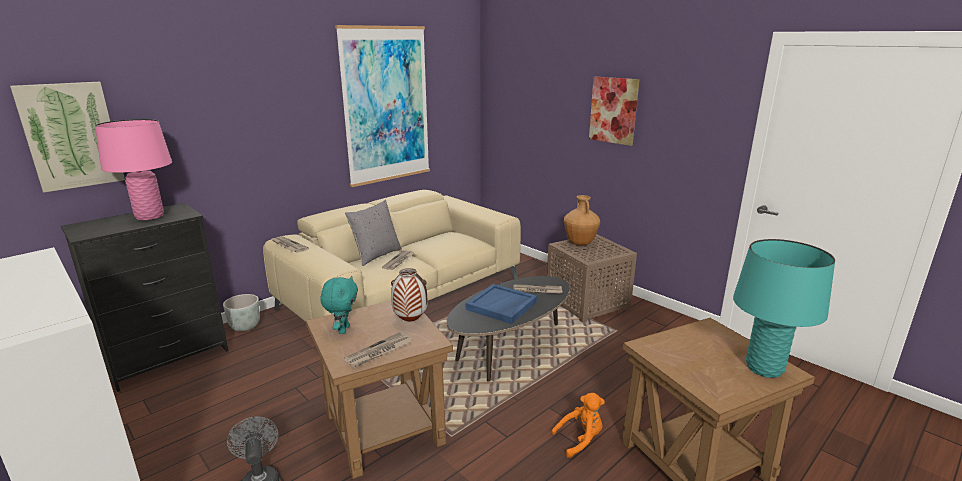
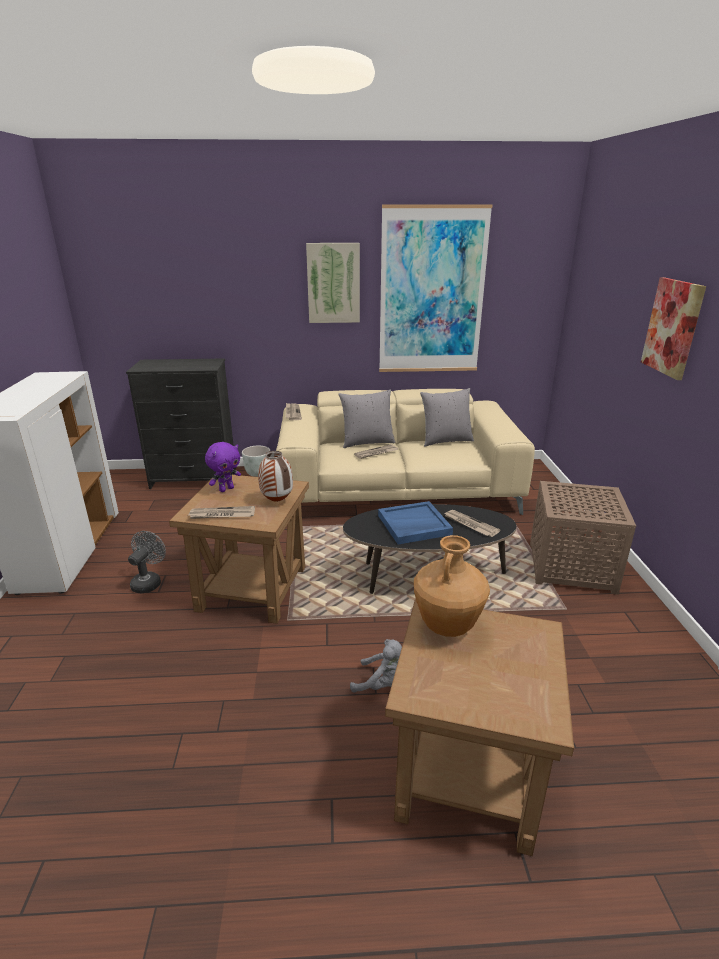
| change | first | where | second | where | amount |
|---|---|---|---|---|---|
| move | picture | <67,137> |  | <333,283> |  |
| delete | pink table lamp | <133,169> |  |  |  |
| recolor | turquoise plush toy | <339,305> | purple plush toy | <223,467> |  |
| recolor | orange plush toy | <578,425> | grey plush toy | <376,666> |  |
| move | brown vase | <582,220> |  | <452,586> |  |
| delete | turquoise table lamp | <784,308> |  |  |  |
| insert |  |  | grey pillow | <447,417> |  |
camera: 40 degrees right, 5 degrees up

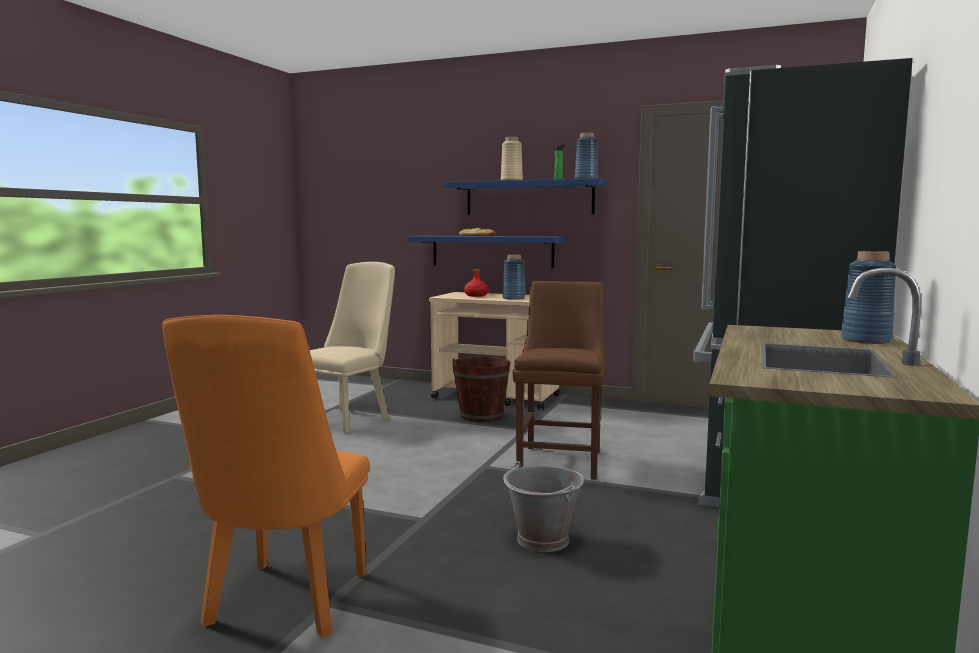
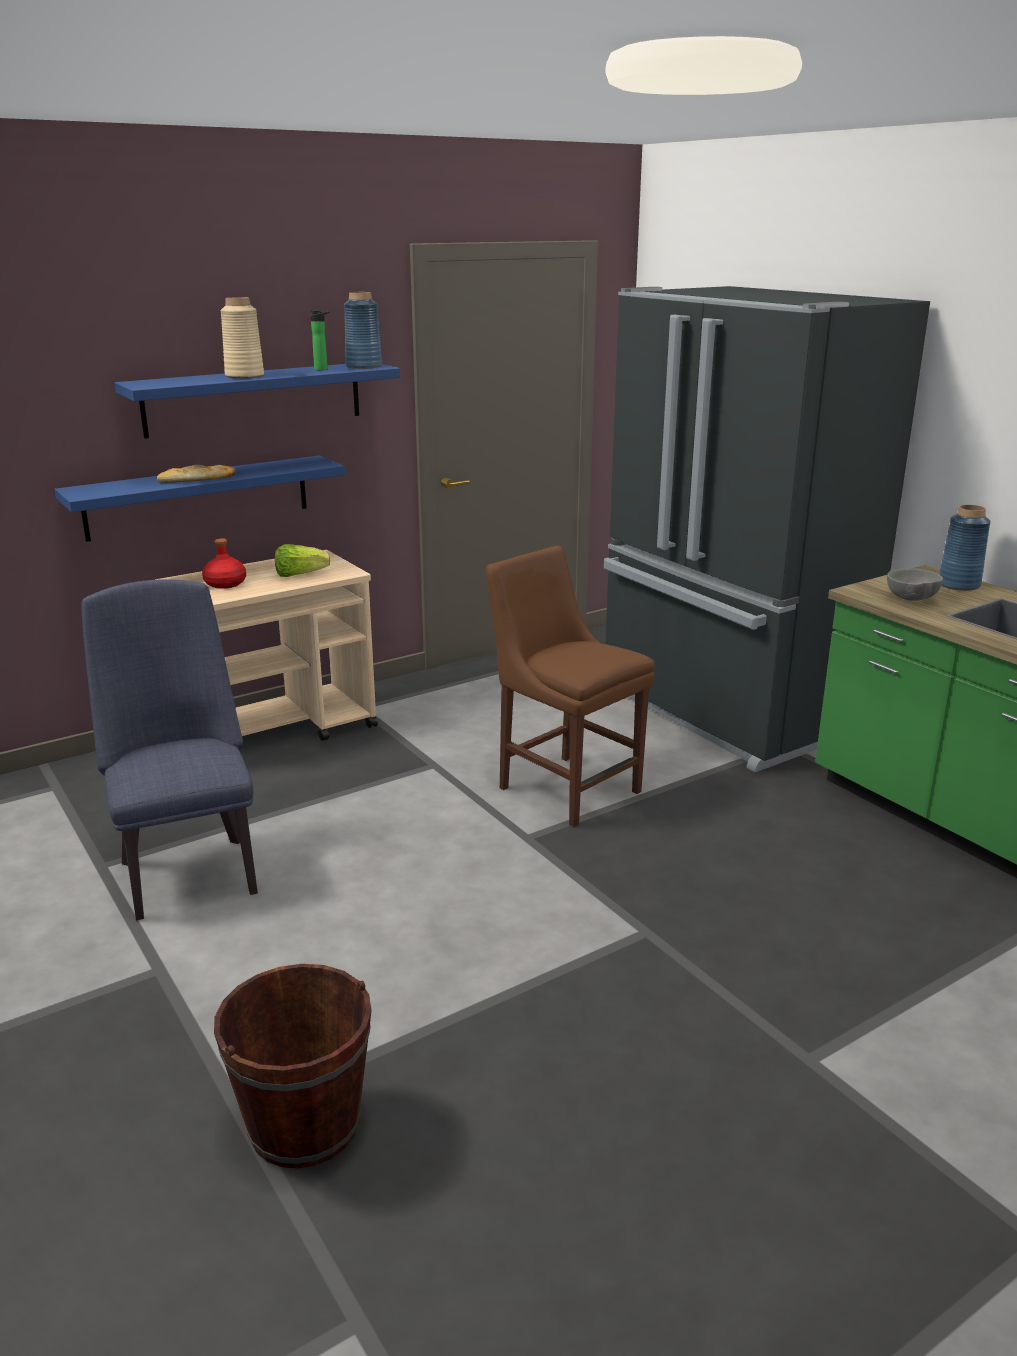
| change | first | where | second | where | amount |
|---|---|---|---|---|---|
| delete | orange chair | <265,476> |  |  |  |
| recolor | beige chair | <352,347> | blue chair | <169,749> |  |
| move | brown bucket | <481,389> |  | <293,1066> |  |
| replace | blue vase | <514,277> | lettuce | <303,560> |  |
| delete | grey bucket | <543,506> |  |  |  |
| insert |  |  | grey bowl | <915,584> |  |
camera: 55 degrees left, 15 degrees up

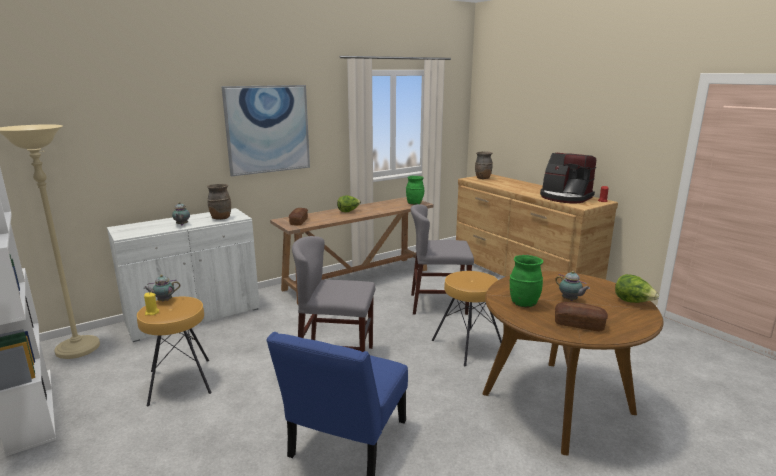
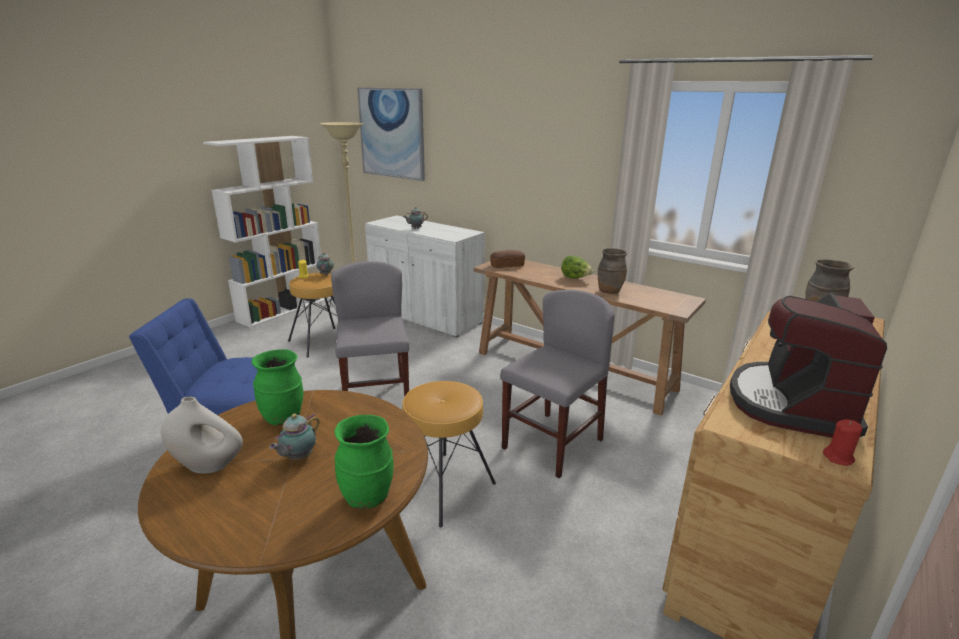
| change | first | where | second | where | amount |
|---|---|---|---|---|---|
| move | brown vase | <219,202> |  | <612,271> |  |
| move | picture | <265,130> |  | <391,134> |  |
| move | green vase | <415,190> |  | <363,462> |  |
| rotate | grey chair | <442,259> |  | <557,384> | 60 degrees clockwise |
| replace | bread | <581,316> | white vase | <202,435> |  |
| delete | lettuce | <637,288> |  |  |  |
camera: 70 degrees right, 5 degrees up

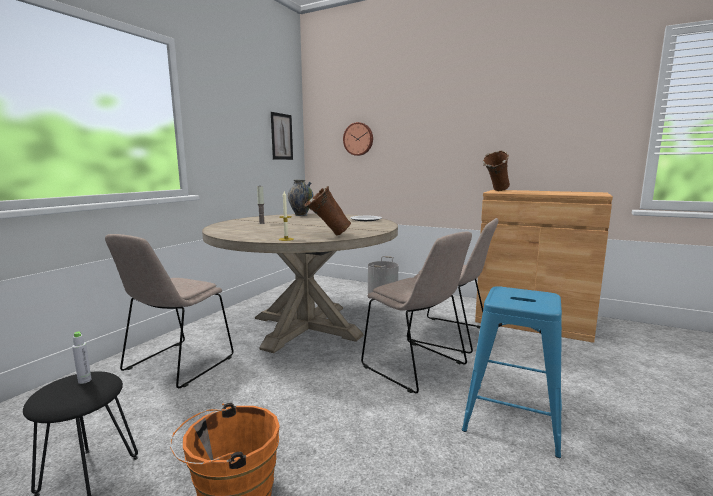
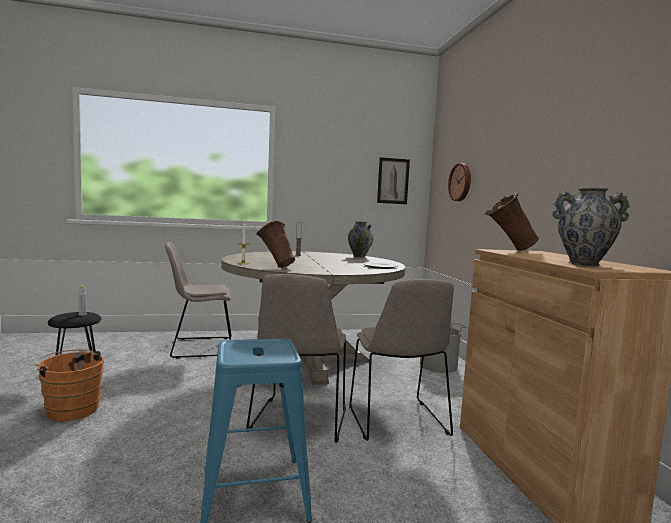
| change | first | where | second | where | amount |
|---|---|---|---|---|---|
| insert |  |  | vase | <591,226> |  |
camera: 50 degrees right, 5 degrees down

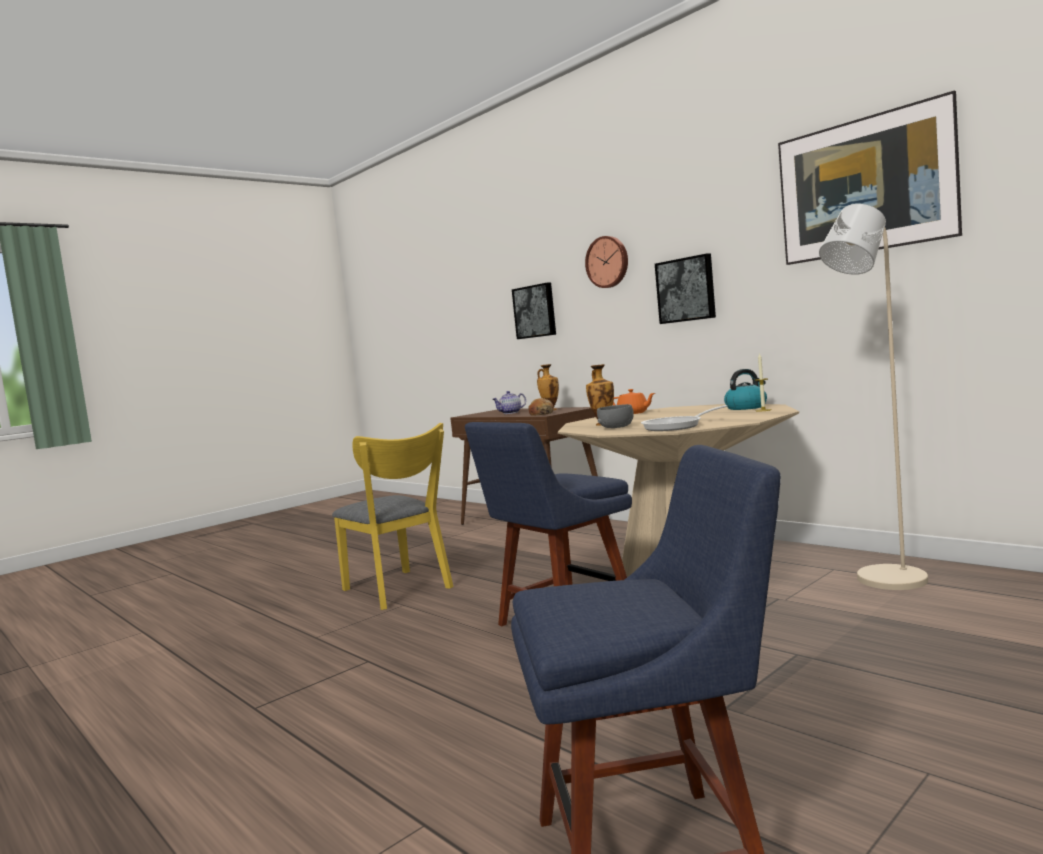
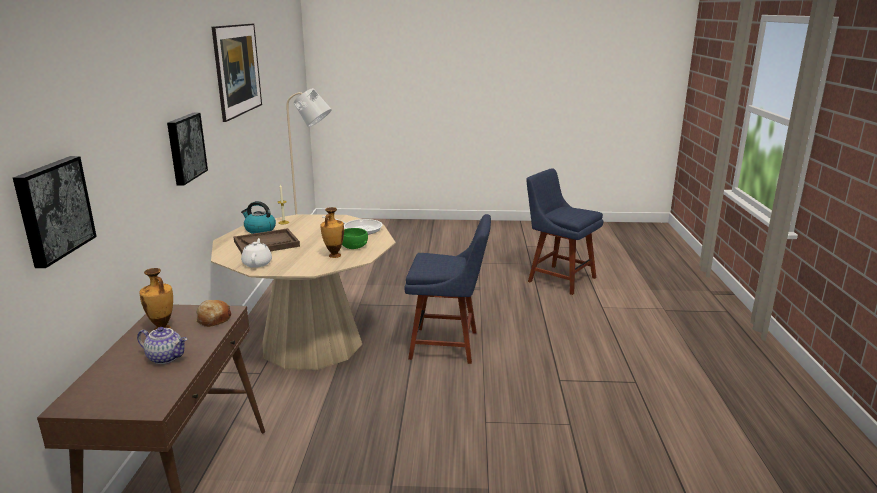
| change | first | where | second | where | amount |
|---|---|---|---|---|---|
| delete | yellow chair | <393,516> |  |  |  |
| delete | wall clock | <606,262> |  |  |  |
| recolor | grey bowl | <615,416> | green bowl | <355,238> |  |
| recolor | orange teapot | <634,401> | white teapot | <256,253> |  |
| insert |  |  | brown tray | <267,241> |  |
camera: 135 degrees left, 15 degrees up

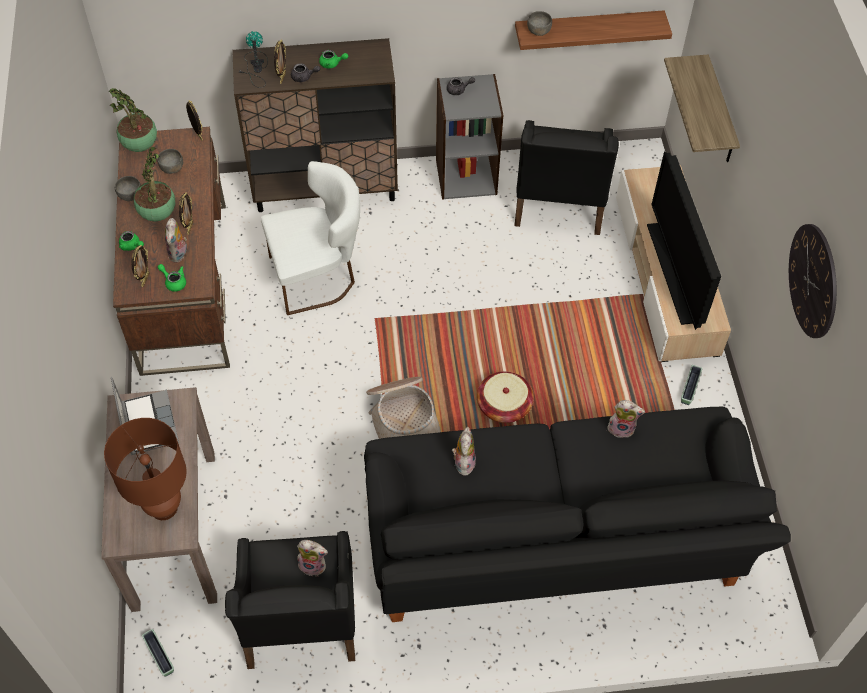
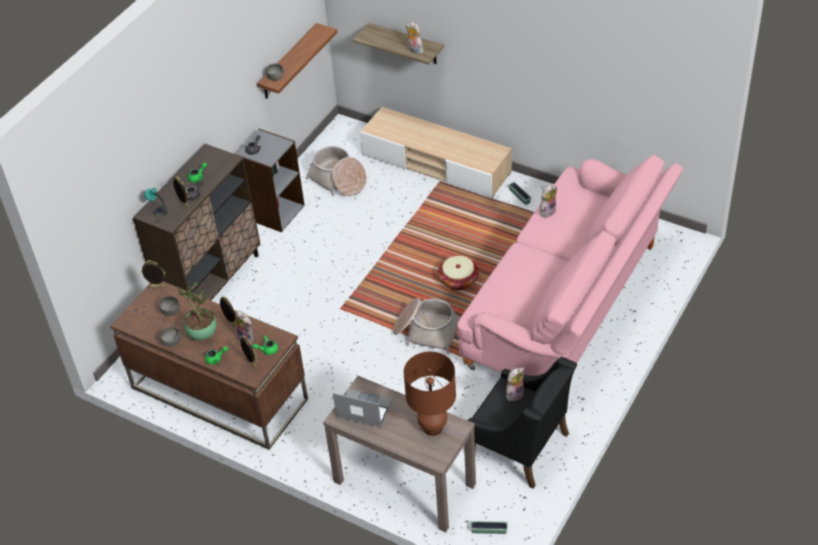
| change | first | where | second | where | amount |
|---|---|---|---|---|---|
| delete | potted plant | <133,120> |  |  |  |
| delete | white chair | <310,238> |  |  |  |
| recolor | black sofa | <577,514> | pink sofa | <570,265> |  |
| move | plush toy | <464,451> |  | <415,38> |  |
| replace | black armchair | <566,177> | basket | <336,171> |  |
| delete | television | <684,241> |  |  |  |
| delete | wall clock | <813,281> |  |  |  |
camera: 50 degrees left, 10 degrees down

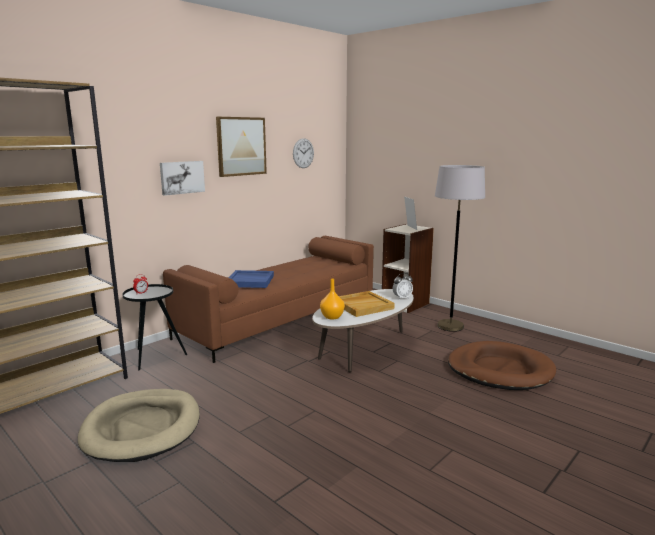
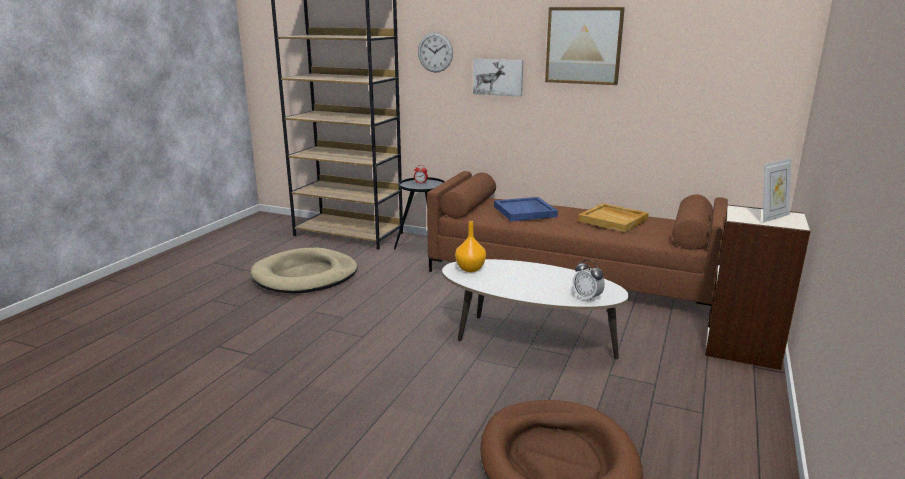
| change | first | where | second | where | amount |
|---|---|---|---|---|---|
| move | wall clock | <303,153> |  | <435,52> |  |
| move | beige tray | <367,304> |  | <613,217> |  |
| delete | grey floor lamp | <460,248> |  |  |  |
camera: 70 degrees right, 5 degrees up

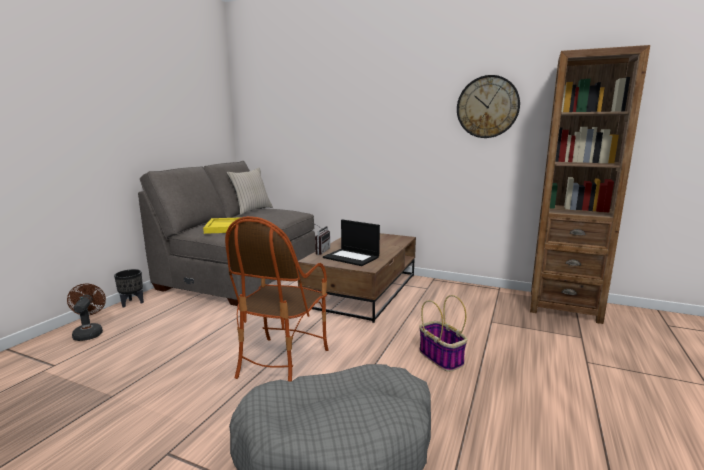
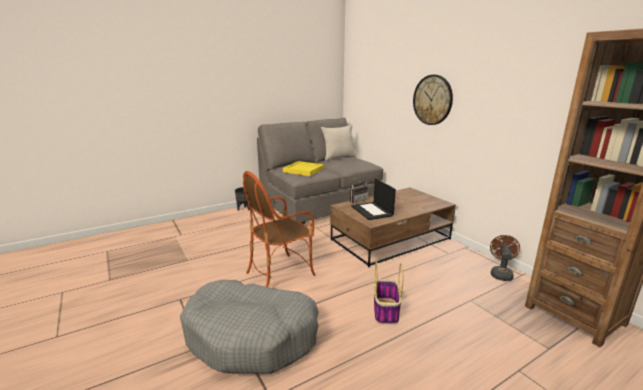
| change | first | where | second | where | amount |
|---|---|---|---|---|---|
| move | brown fan | <86,312> |  | <505,258> |  |
| move | wall clock | <488,106> |  | <433,100> |  |
camera: 35 degrees right, 5 degrees up

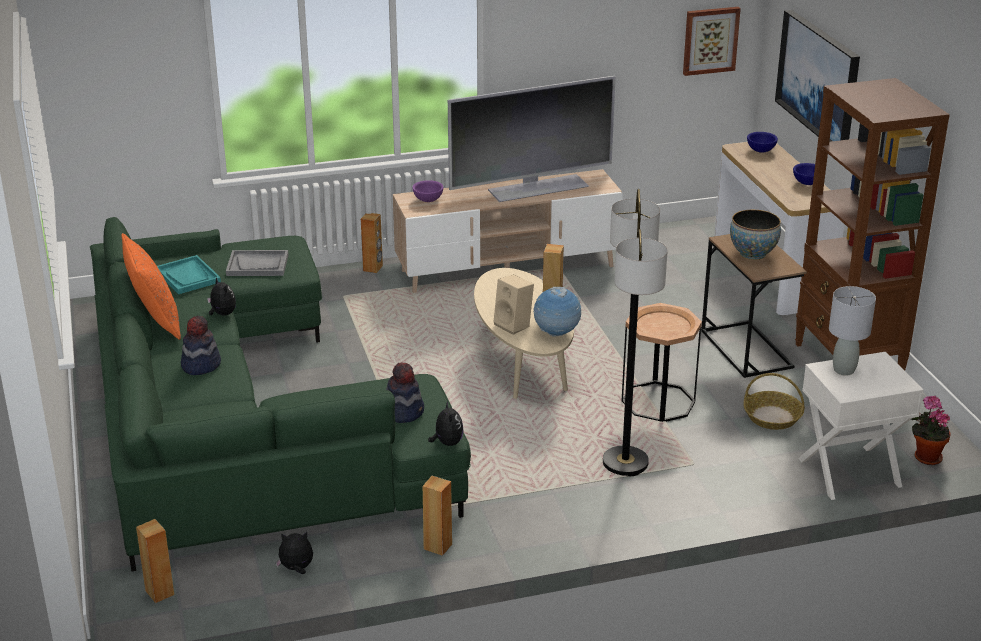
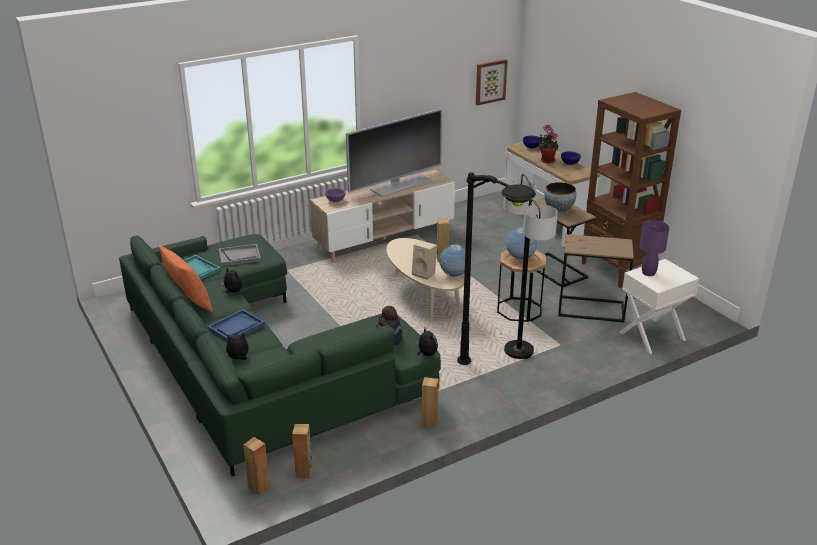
| change | first | where | second | where | amount |
|---|---|---|---|---|---|
| replace | hat | <201,345> | blue tray | <236,325> |  |
| move | plush toy | <294,553> |  | <237,346> |  |
| move | brown speaker | <372,243> |  | <302,451> |  |
| replace | basket | <774,401> | brown side table | <596,278> |  |
| delete | picture | <817,76> |  |  |  |
| recolor | grey table lamp | <852,331> | purple table lamp | <654,248> |  |
| move | potted plant | <930,430> |  | <548,144> |  |
| insert |  |  | black floor lamp | <496,268> |  |
| insert |  |  | globe | <521,243> |  |
camera: 15 degrees left, 0 degrees up

